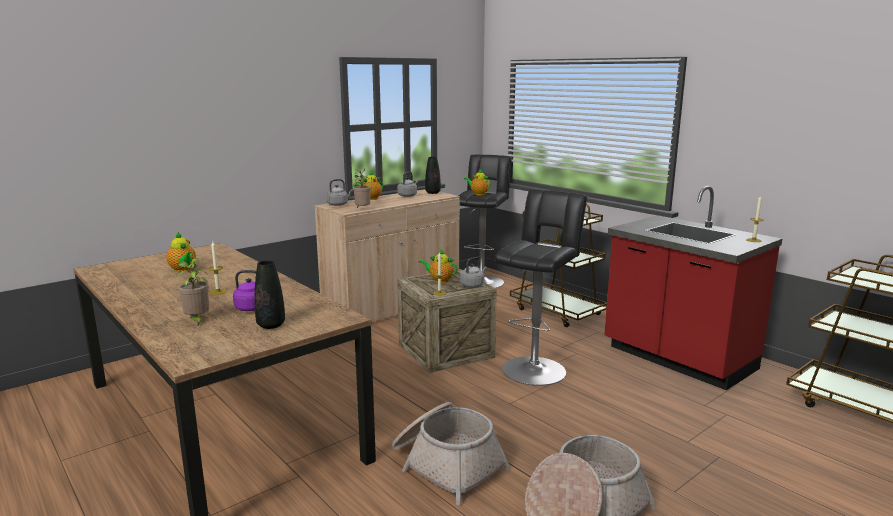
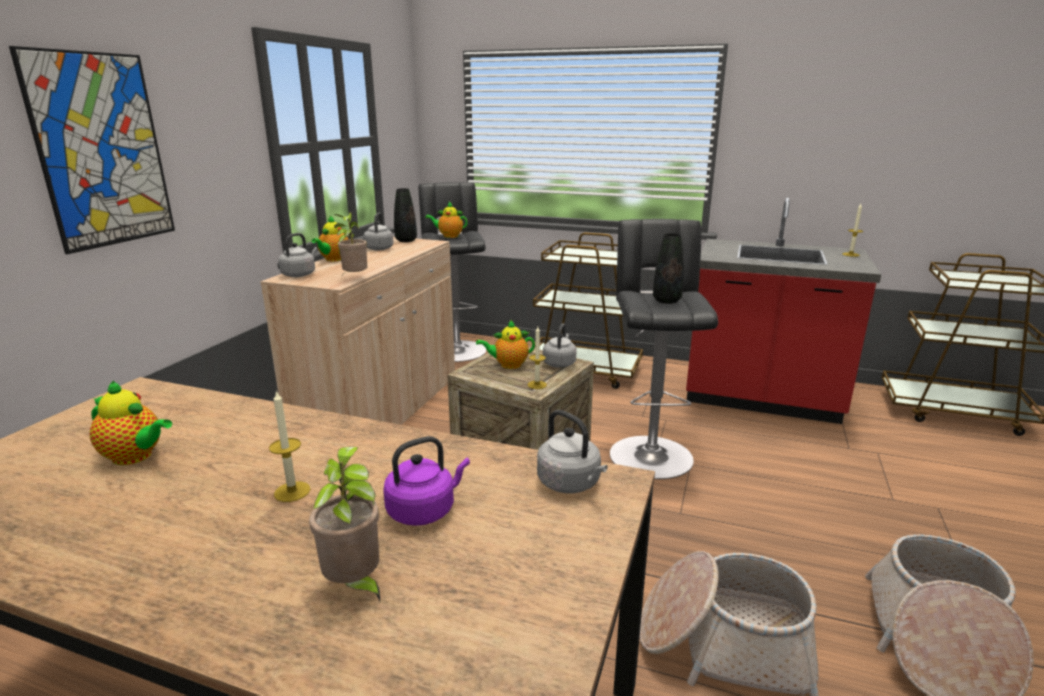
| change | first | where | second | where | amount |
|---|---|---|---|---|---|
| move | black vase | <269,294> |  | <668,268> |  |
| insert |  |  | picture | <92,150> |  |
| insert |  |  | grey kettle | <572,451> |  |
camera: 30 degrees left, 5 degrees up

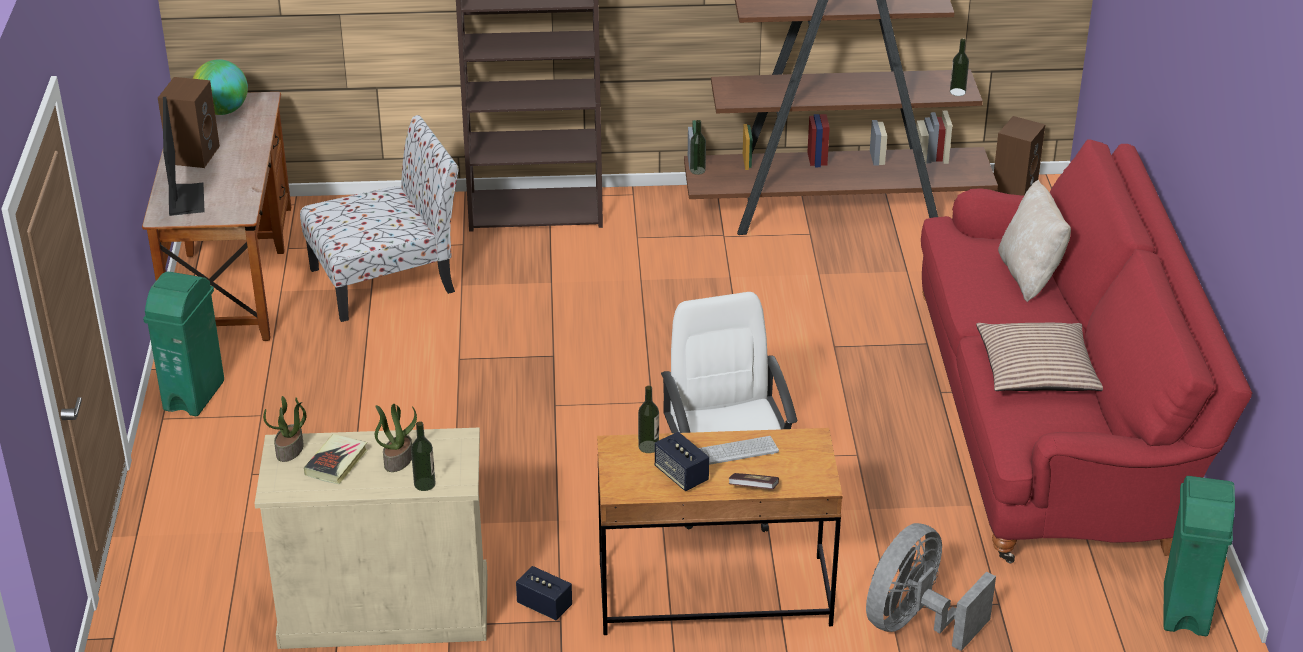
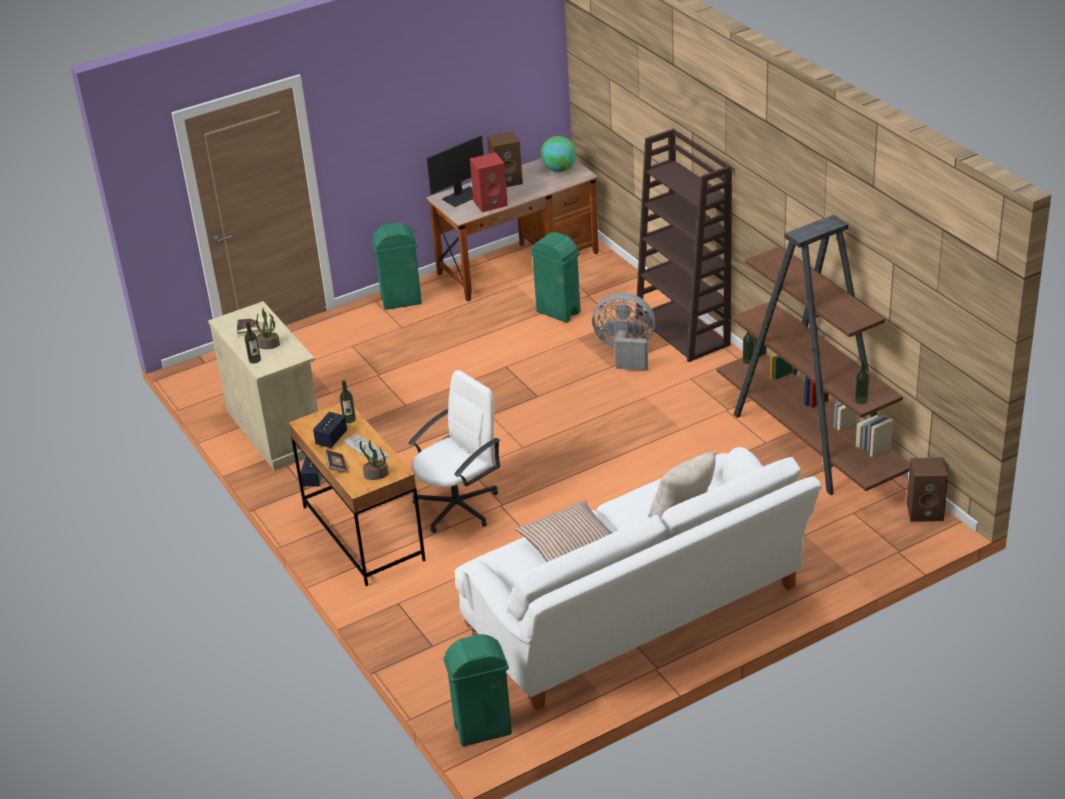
| change | first | where | second | where | amount |
|---|---|---|---|---|---|
| move | potted plant | <284,429> |  | <374,460> |  |
| replace | chair | <379,218> | green trash can | <555,277> |  |
| move | grey fan | <931,587> |  | <623,331> |  |
| recolor | red sofa | <1087,351> | white sofa | <638,579> |  |
| insert |  |  | red speaker | <489,182> |  |
camera: 65 degrees right, 0 degrees up

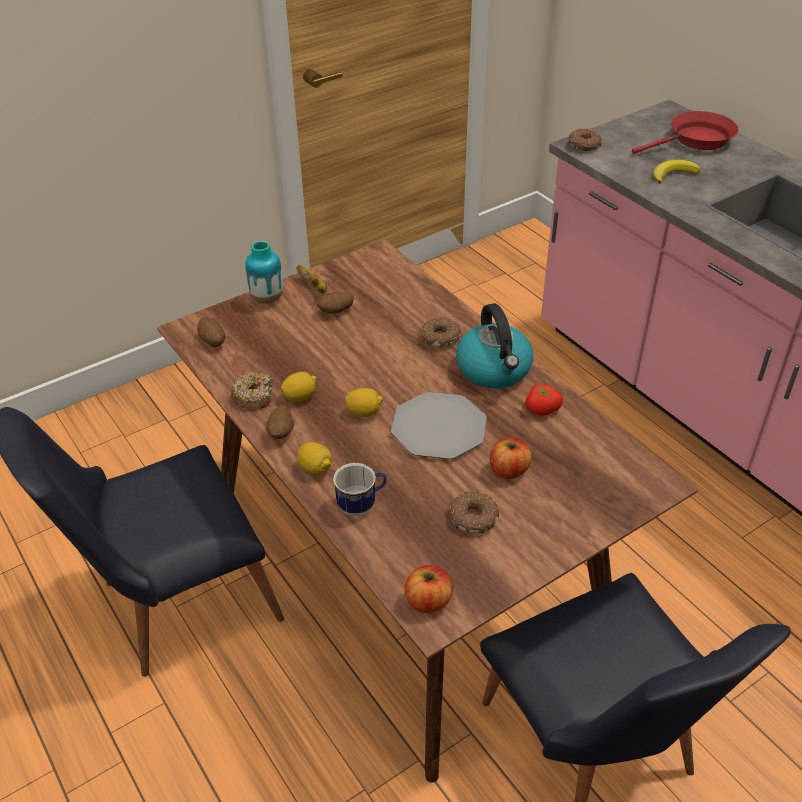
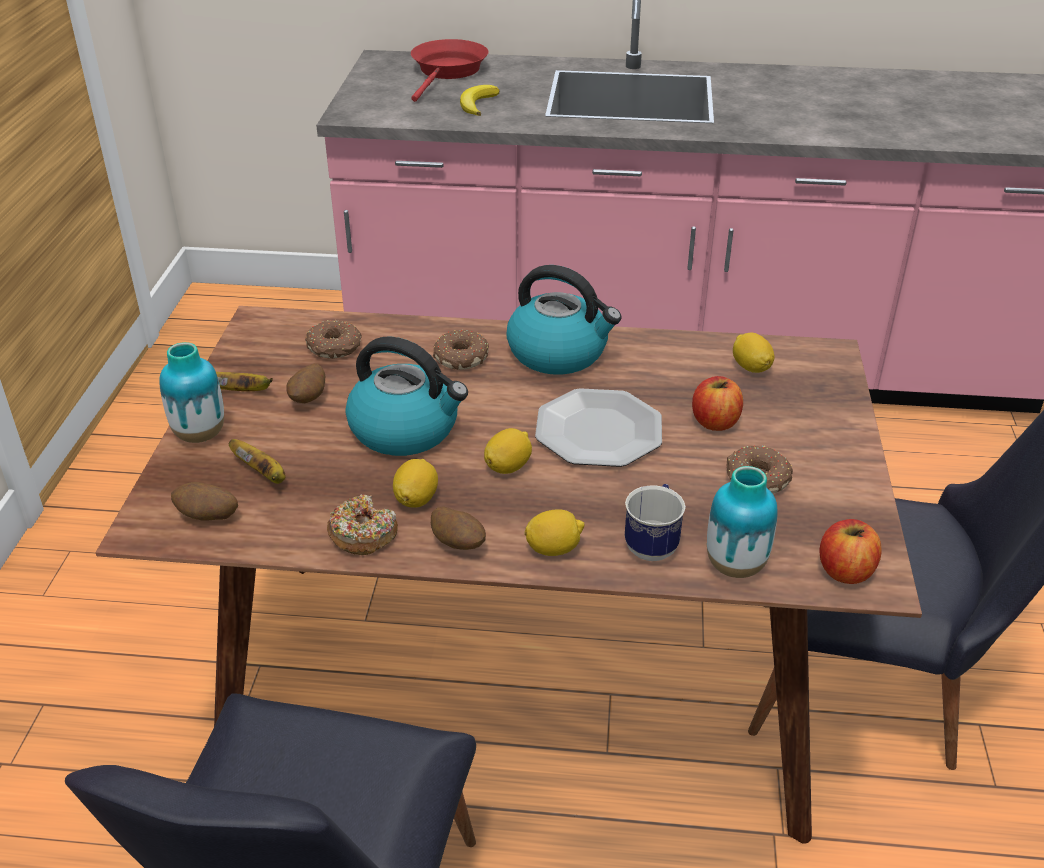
| change | first | where | second | where | amount |
|---|---|---|---|---|---|
| delete | tomato | <544,400> |  |  |  |
| move | donut | <585,139> |  | <333,339> |  |
| insert |  |  | banana | <257,461> |  |
| insert |  |  | kettle | <407,396> |  |
| insert |  |  | vase | <742,522> |  |
| insert |  |  | lemon | <754,353> |  |
camera: 50 degrees left, 5 degrees down

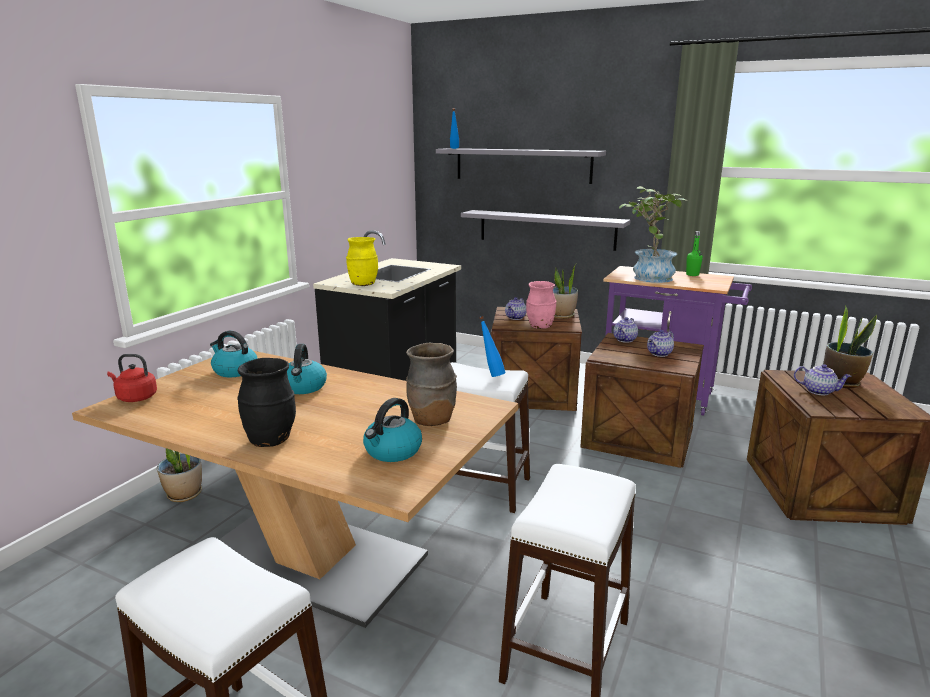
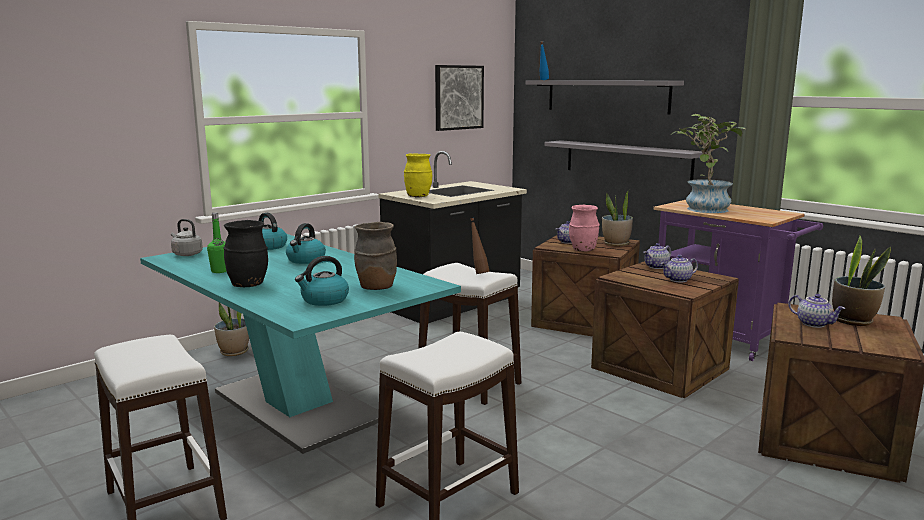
| change | first | where | second | where | amount |
|---|---|---|---|---|---|
| recolor | brown dining table | <295,489> | turquoise dining table | <300,344> |  |
| recolor | red kettle | <132,378> | grey kettle | <187,237> |  |
| recolor | blue bottle | <492,346> | brown bottle | <479,246> |  |
| move | green bottle | <694,253> |  | <217,243> |  |
| insert |  |  | picture | <459,98> |  |
camera: 20 degrees right, 5 degrees down

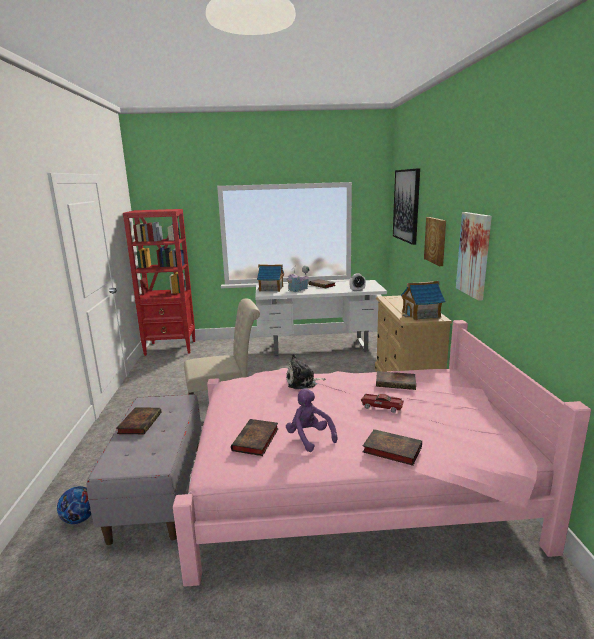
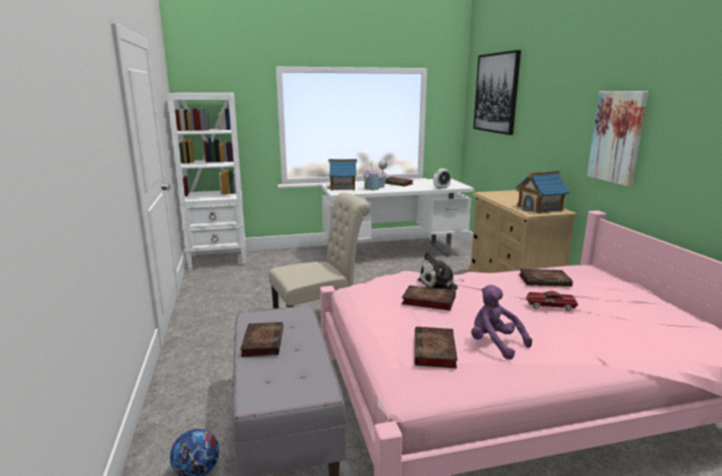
| change | first | where | second | where | amount |
|---|---|---|---|---|---|
| recolor | red bookcase | <159,282> | white bookcase | <206,181> |  |
| move | book | <392,447> |  | <429,298> |  |
| delete | picture | <435,241> |  |  |  |
camera: 10 degrees left, 0 degrees up

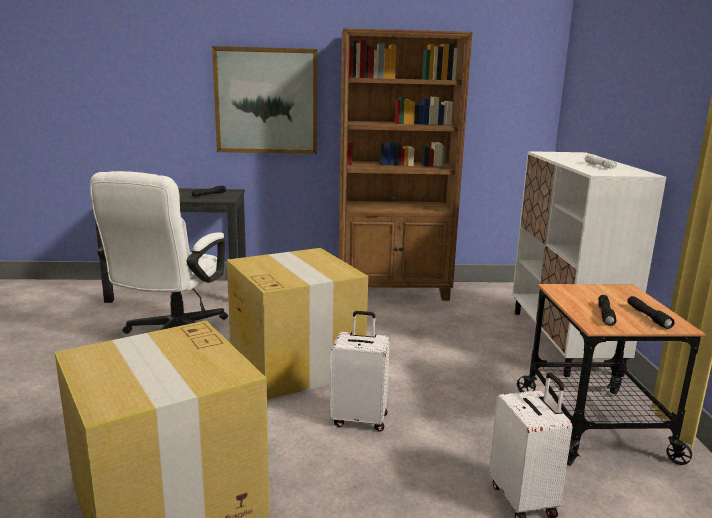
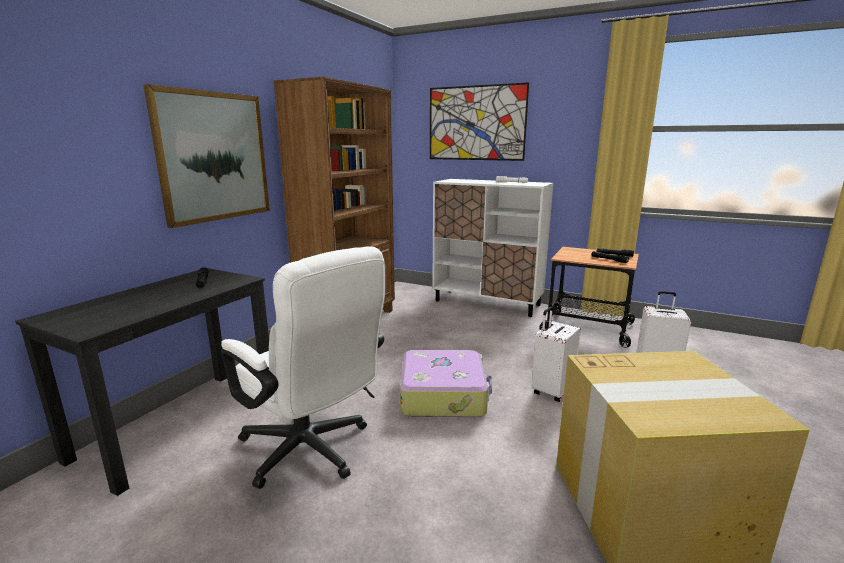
| change | first | where | second | where | amount |
|---|---|---|---|---|---|
| replace | cardboard box | <297,324> | suitcase | <446,383> |  |
| insert |  |  | picture | <479,121> |  |
camera: 60 degrees left, 0 degrees up

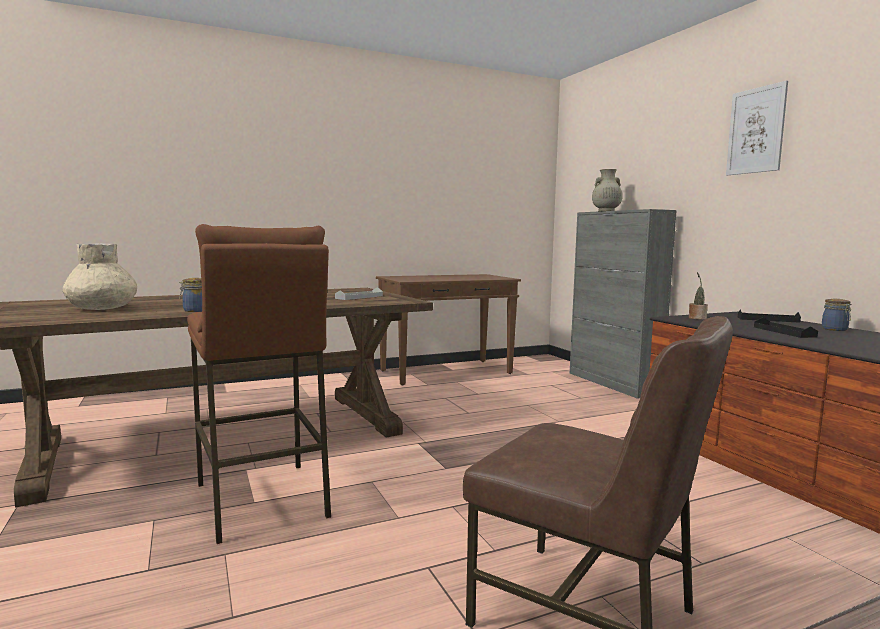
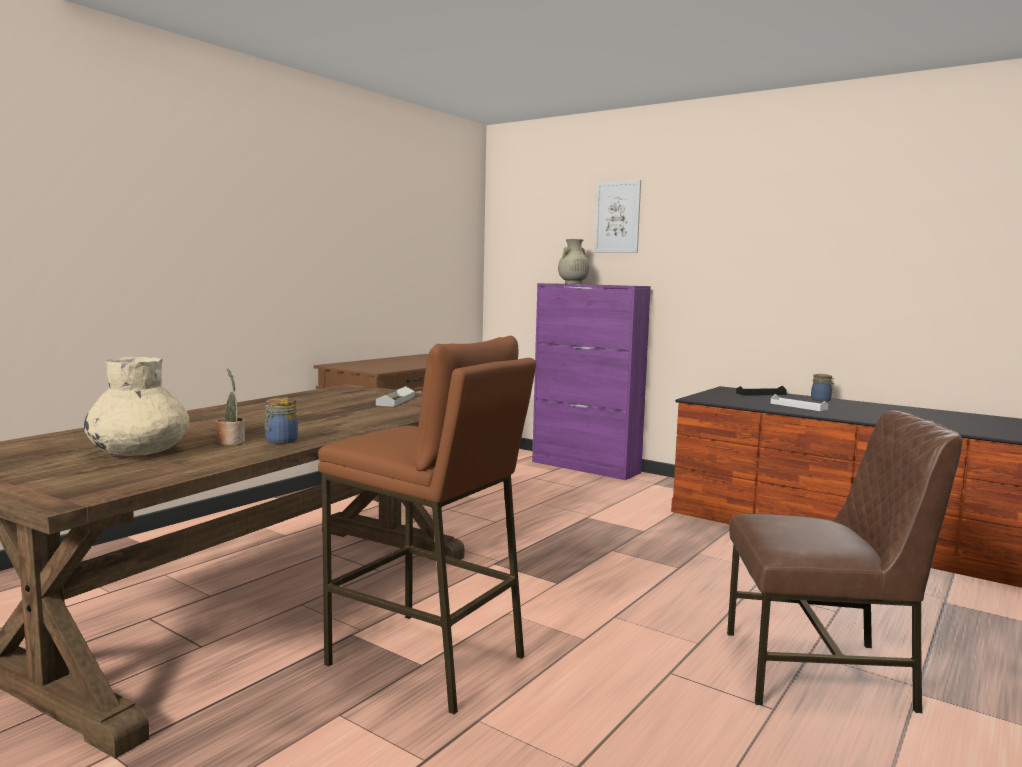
| change | first | where | second | where | amount |
|---|---|---|---|---|---|
| recolor | grey cabinet | <623,304> | purple cabinet | <591,381> |  |
| move | potted plant | <698,296> |  | <230,406> |  |
| move | picture | <757,128> |  | <617,216> |  |
| recolor | black tray | <786,327> | white tray | <799,402> |  |
camera: 30 degrees left, 0 degrees up

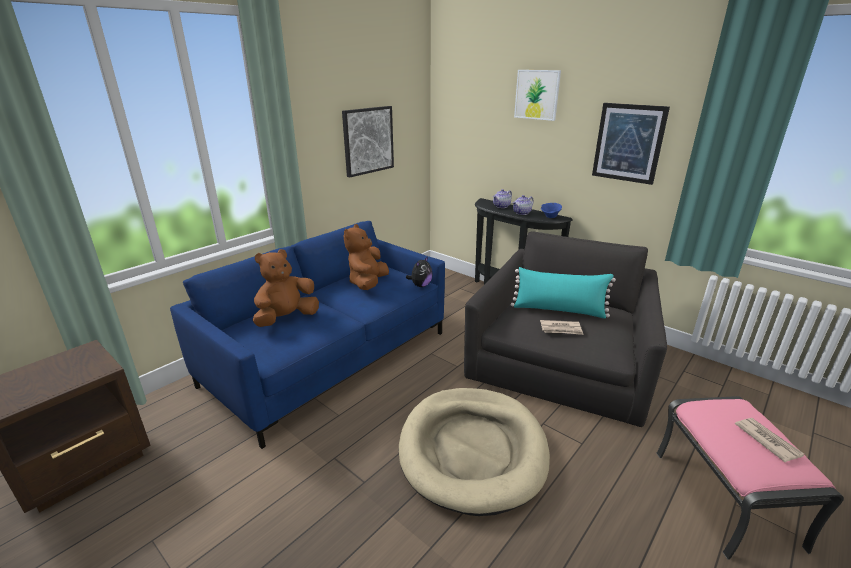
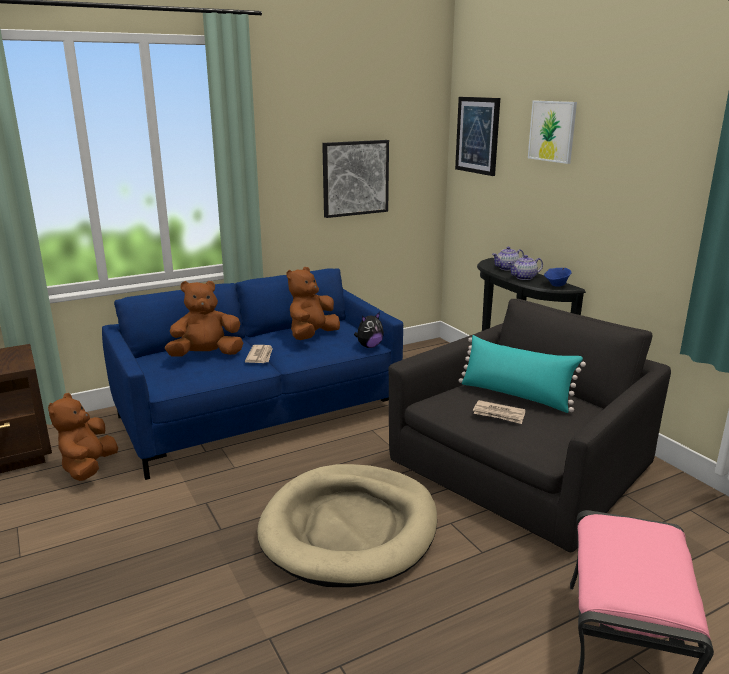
| change | first | where | second | where | amount |
|---|---|---|---|---|---|
| move | picture | <631,144> |  | <477,136> |  |
| move | newspaper | <769,440> |  | <259,354> |  |
| insert |  |  | brown plush toy | <83,437> |  |
camera: 20 degrees right, 5 degrees down

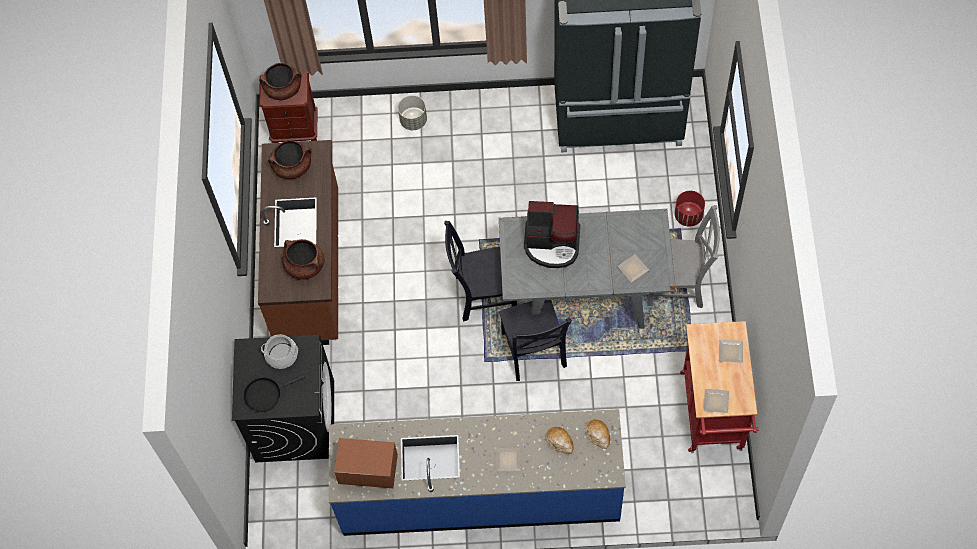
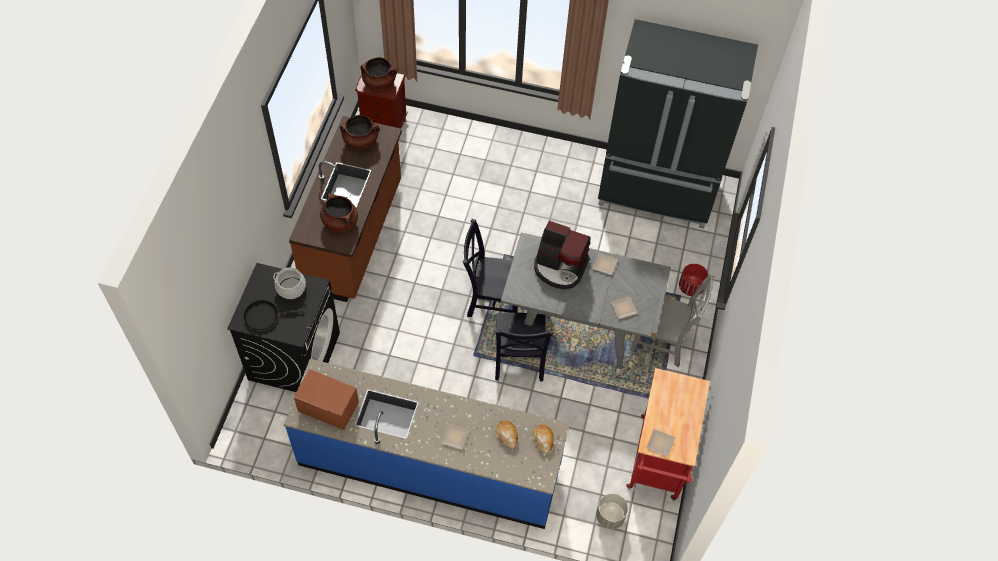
| change | first | where | second | where | amount |
|---|---|---|---|---|---|
| move | grey planter | <412,112> |  | <612,511> |  |
| move | plate | <731,351> |  | <605,264> |  |
camera: 10 degrees right, 5 degrees down

